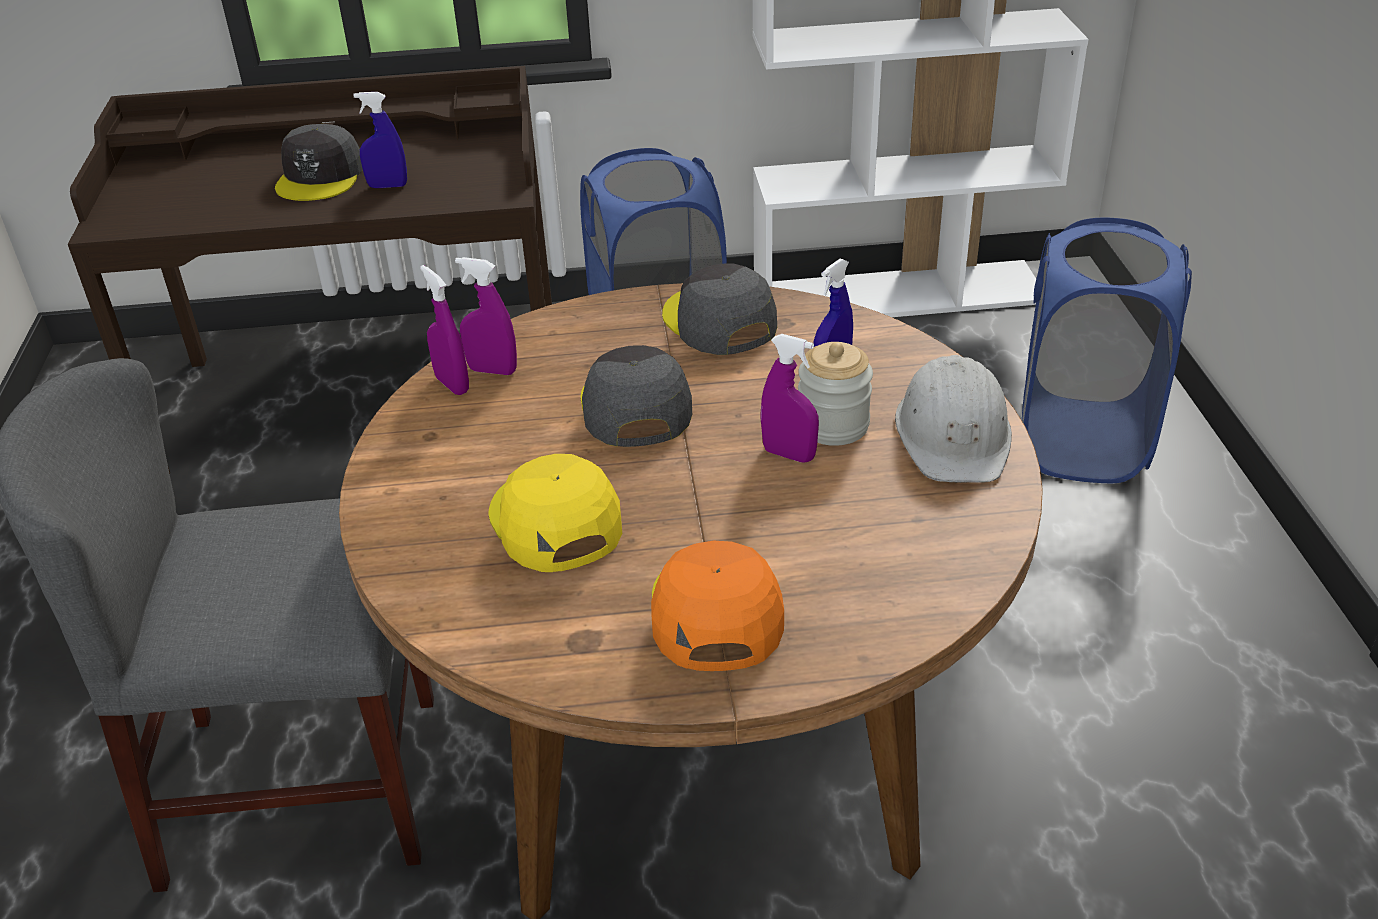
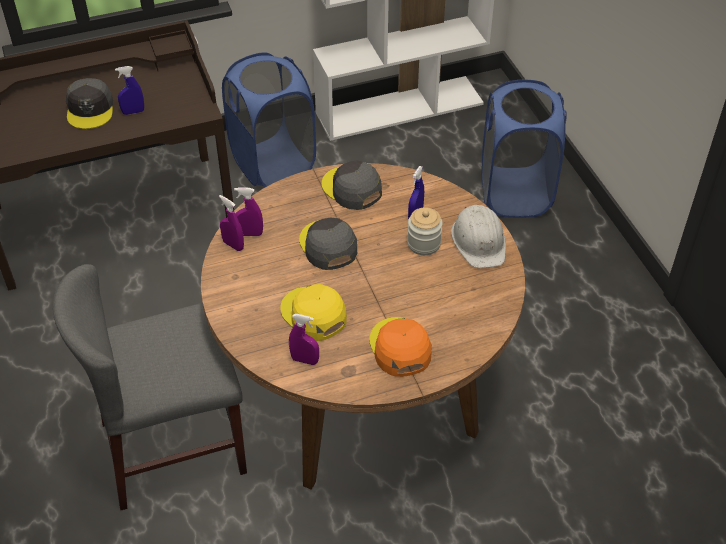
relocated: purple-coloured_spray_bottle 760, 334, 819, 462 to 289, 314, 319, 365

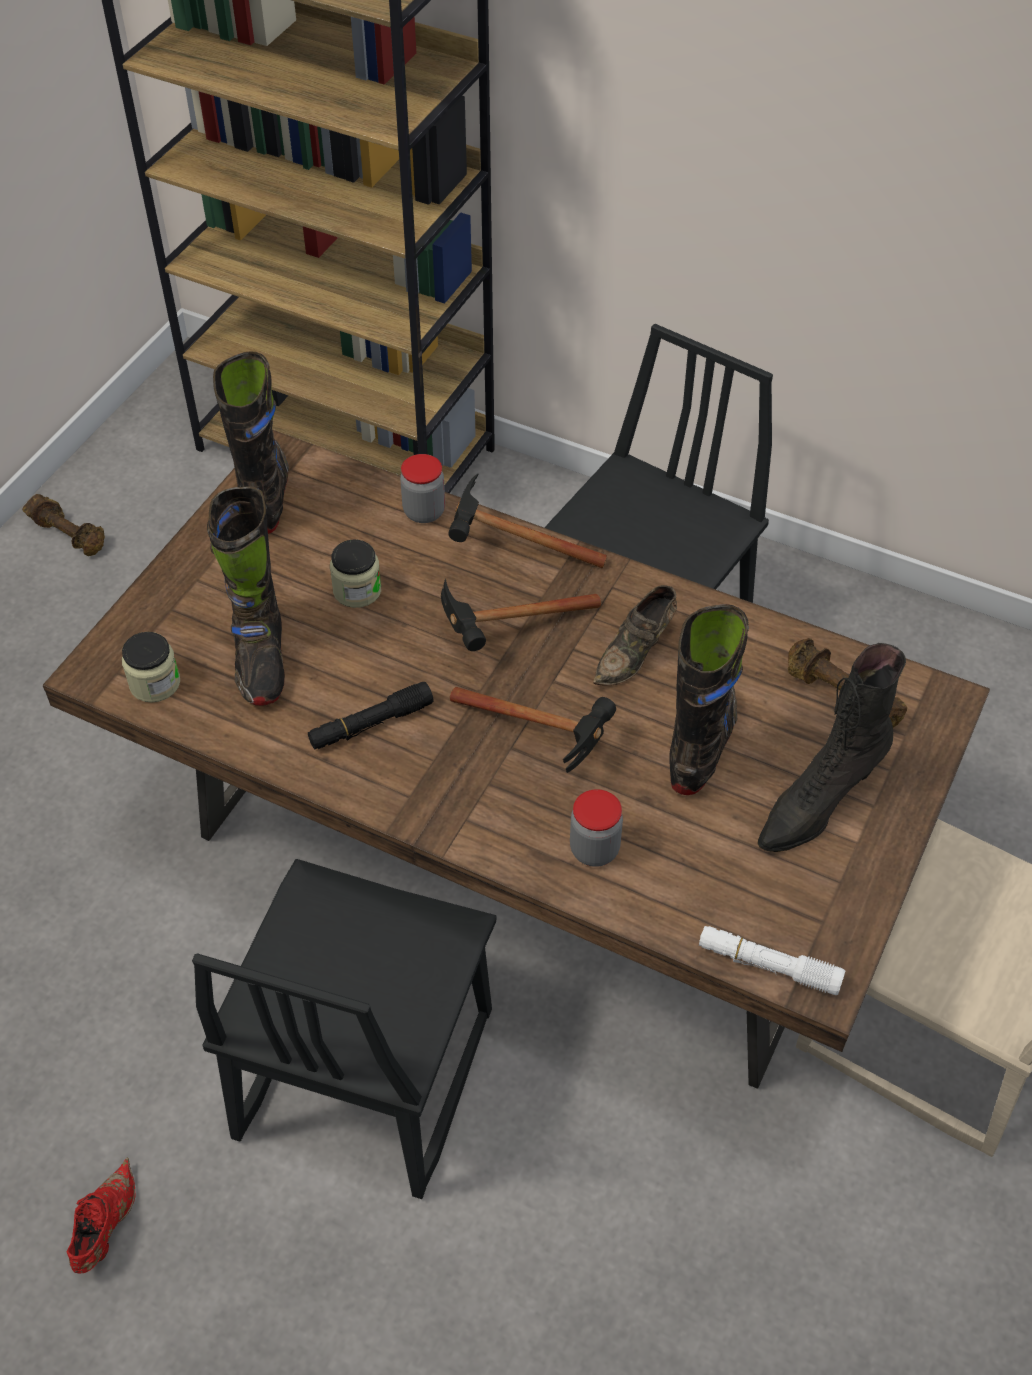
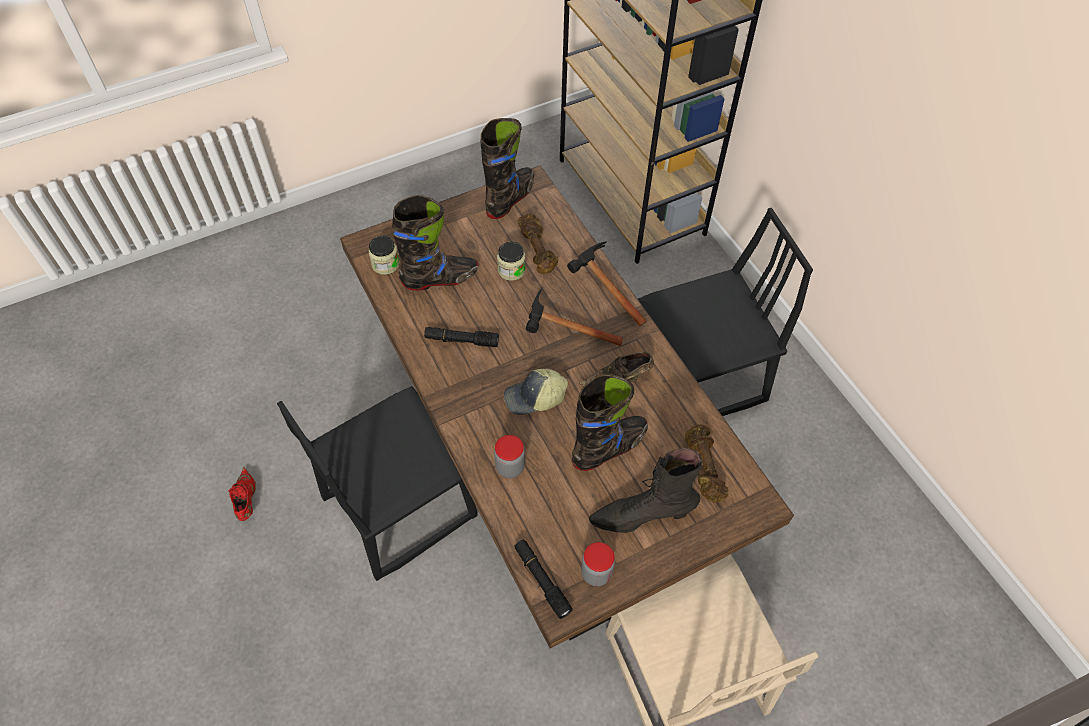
relocated: brown-coloured_free_weight 22, 494, 105, 556 to 518, 214, 558, 274; preserve_jar 400, 454, 445, 523 to 581, 542, 615, 586
exchanged: tool_hammer 450, 687, 616, 773 to baseball_cap 504, 369, 568, 415
colour: white_hand_torch 699, 926, 846, 995 to black-coloured_hand_torch 514, 540, 573, 619
spun: red-coloured_shoe 66, 1158, 135, 1274 = 228, 467, 256, 521 60 degrees counterclockwise; black-coloured_boot 207, 486, 285, 706 = 392, 195, 478, 291 135 degrees counterclockwise

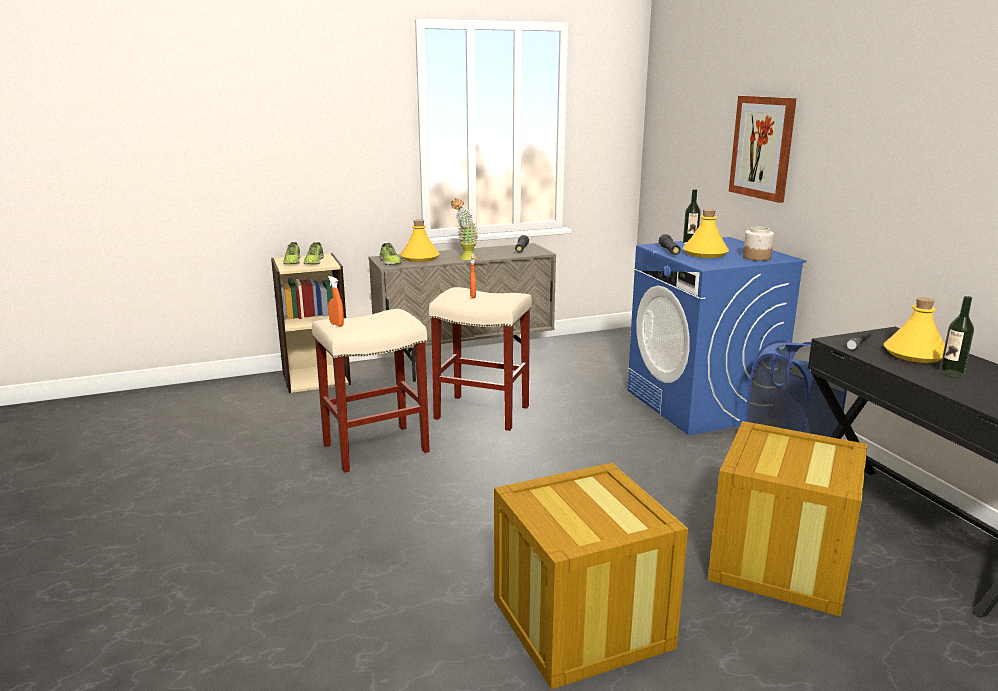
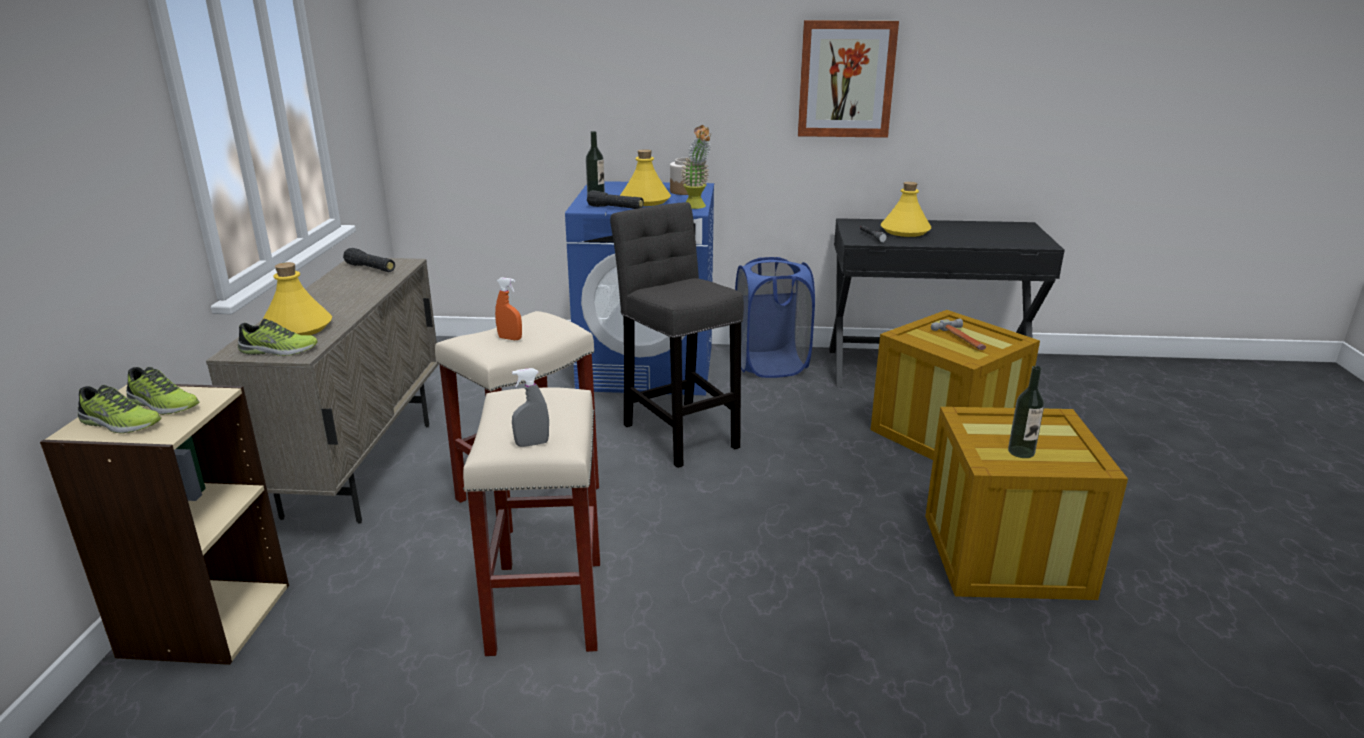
appeared: grey_sitting_stool 610, 202, 744, 468; tool_hammer 931, 319, 986, 350
relocated: potted_plant 451, 198, 478, 260 to 681, 125, 711, 209; wall_art 729, 96, 797, 203 to 798, 20, 899, 138; bottle 940, 296, 974, 378 to 1008, 366, 1044, 458
colour: orangey_spray_bottle 328, 276, 344, 326 to grey_spray_bottle 512, 368, 549, 447

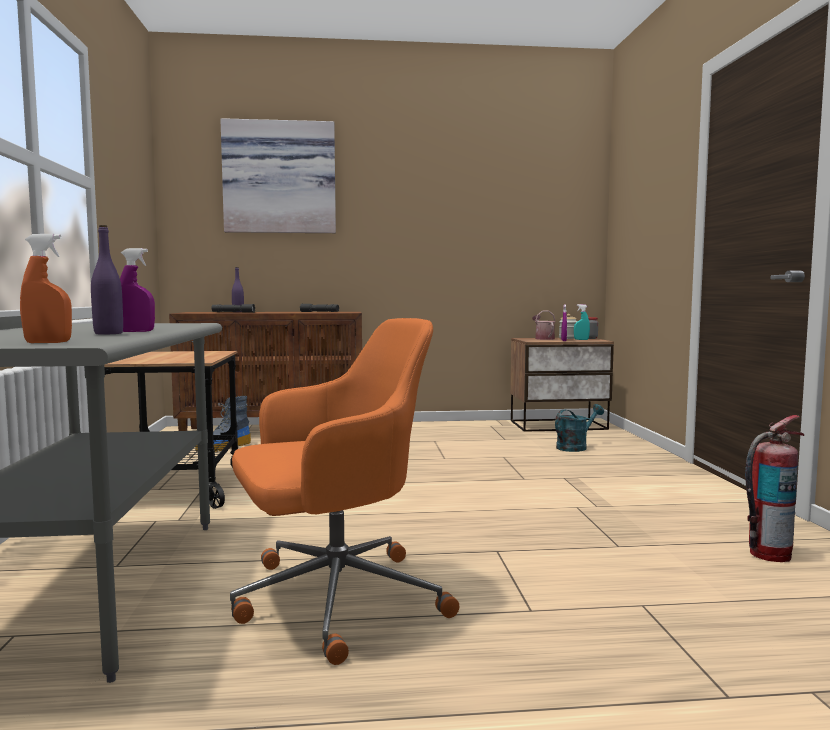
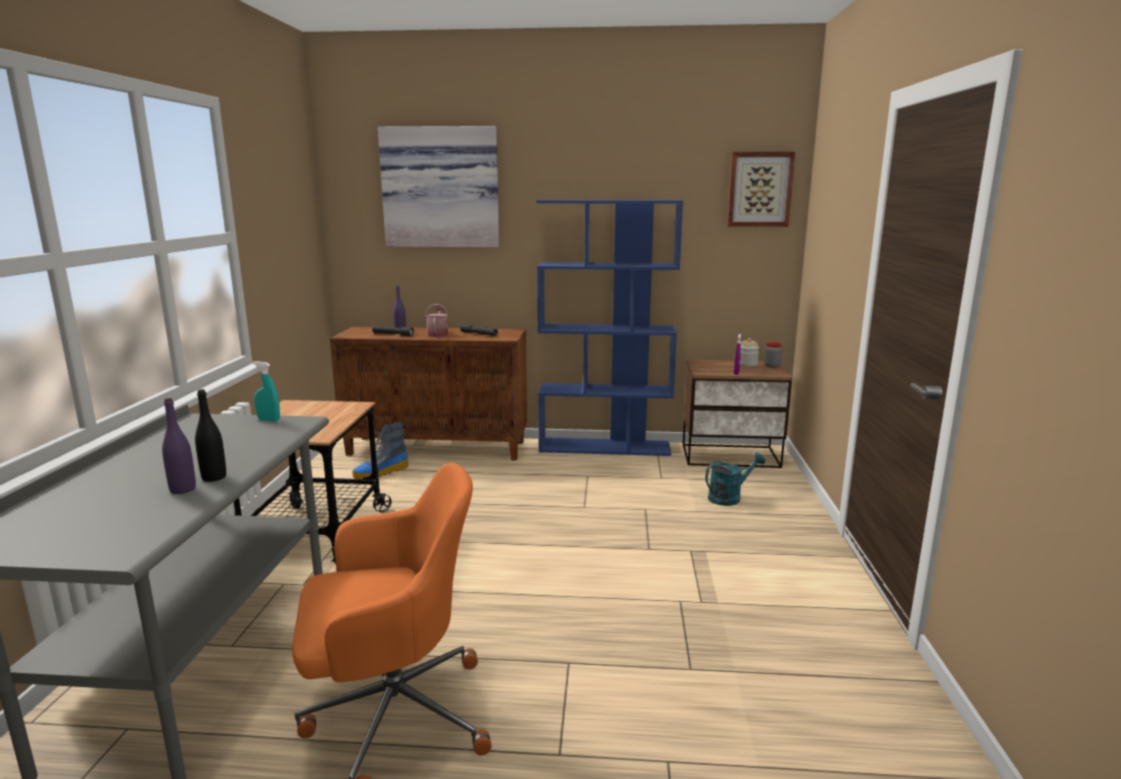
missing: orangey_spray_bottle 20, 234, 72, 343; extinguisher 745, 415, 805, 562
appeared: bluish_bookcase 536, 200, 683, 456; wall_art 727, 152, 795, 227
relocated: turquoise_spray_bottle 574, 304, 590, 340 to 253, 361, 280, 421; sprinkling_can 533, 311, 556, 340 to 425, 304, 449, 337
exchanged: purple-coloured_spray_bottle 120, 248, 155, 332 to black-coloured_bottle 195, 389, 226, 482

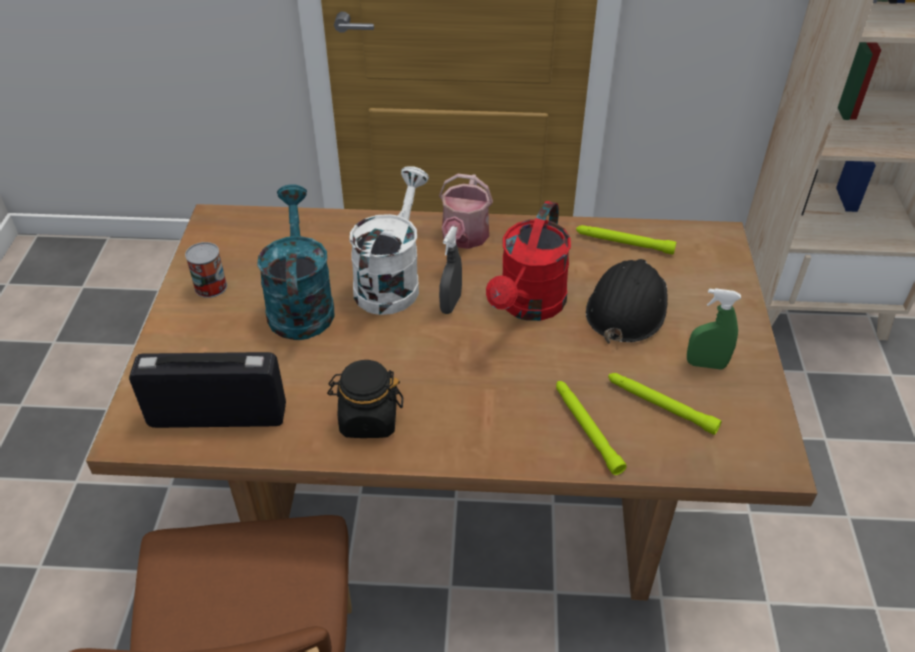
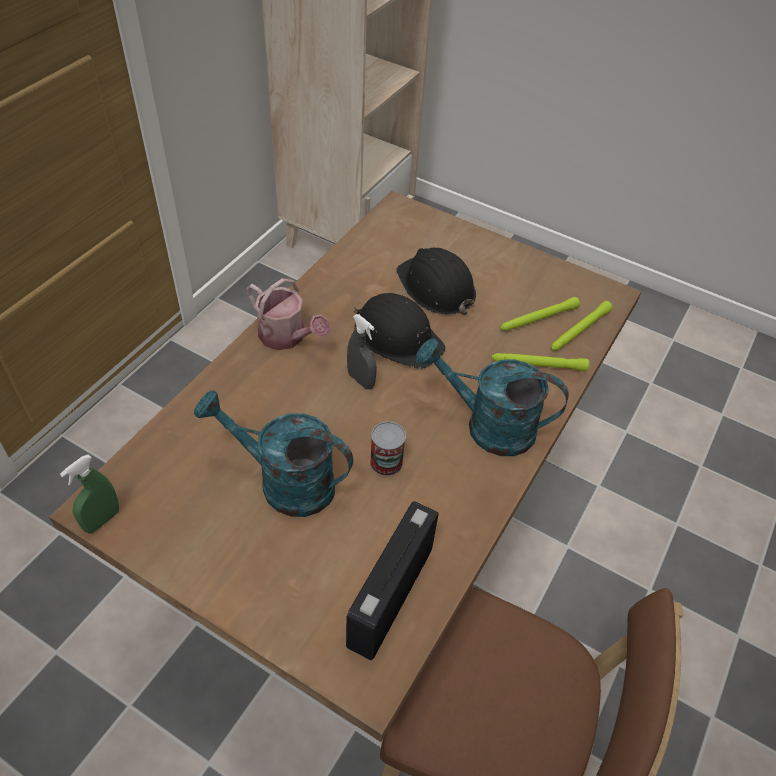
missing: black-coloured_preserve_jar 327, 360, 403, 438; white_sprinkling_can 349, 166, 429, 315
appeared: turquoise_sprinkling_can 416, 338, 569, 456
relocated: greenish_spray_bottle 687, 288, 741, 370 to 60, 454, 119, 533; metal_can 185, 242, 227, 298 to 370, 422, 406, 476; greenish_hand_torch 576, 225, 676, 255 to 551, 301, 612, 351
exchanged: red-coloured_sprinkling_can 486, 201, 571, 321 to black-coloured_safety_helmet 354, 293, 446, 369

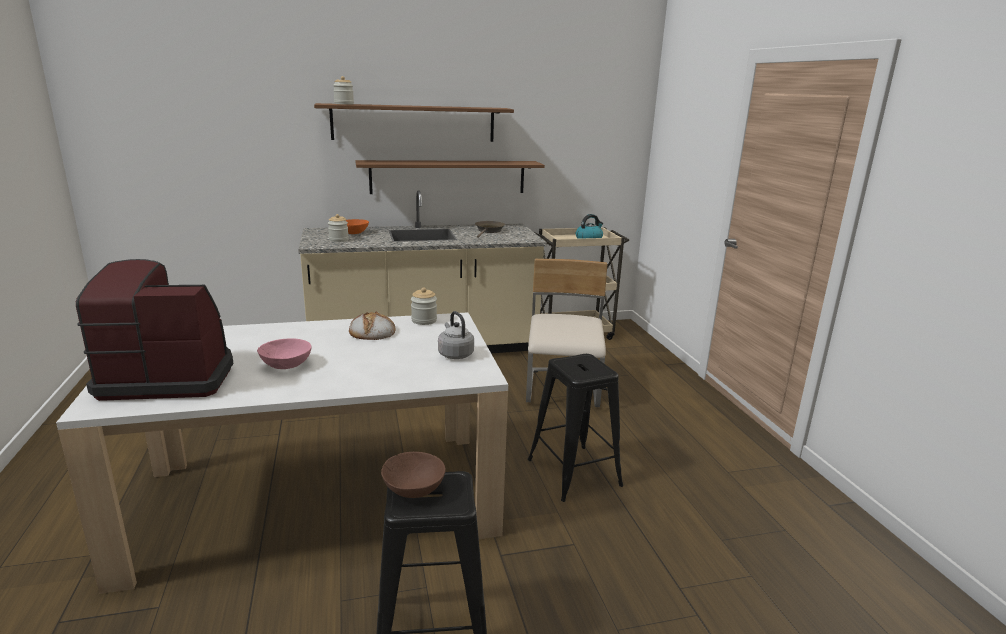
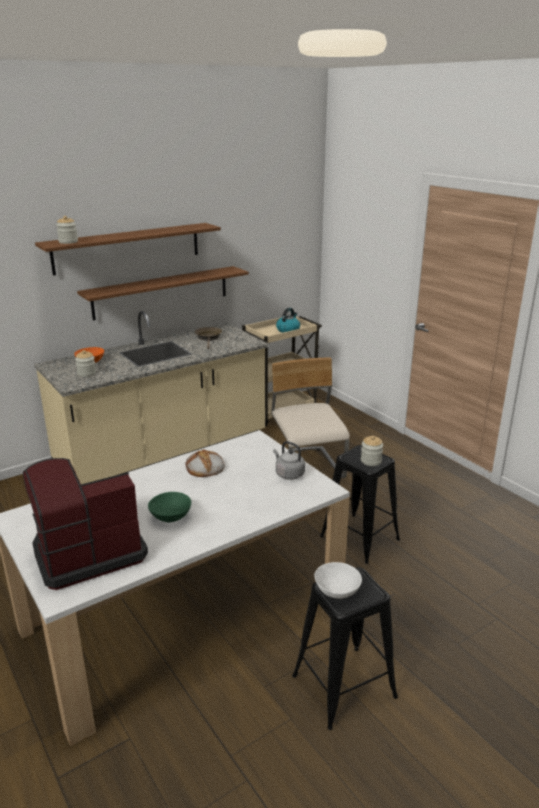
relocated: preserve_jar 411, 287, 437, 325 to 361, 436, 383, 466
colour: pink_serving_bowl 257, 338, 312, 369 to greenish_serving_bowl 148, 492, 191, 522; brown-coloured_serving_bowl 381, 452, 446, 498 to white_serving_bowl 314, 562, 362, 599

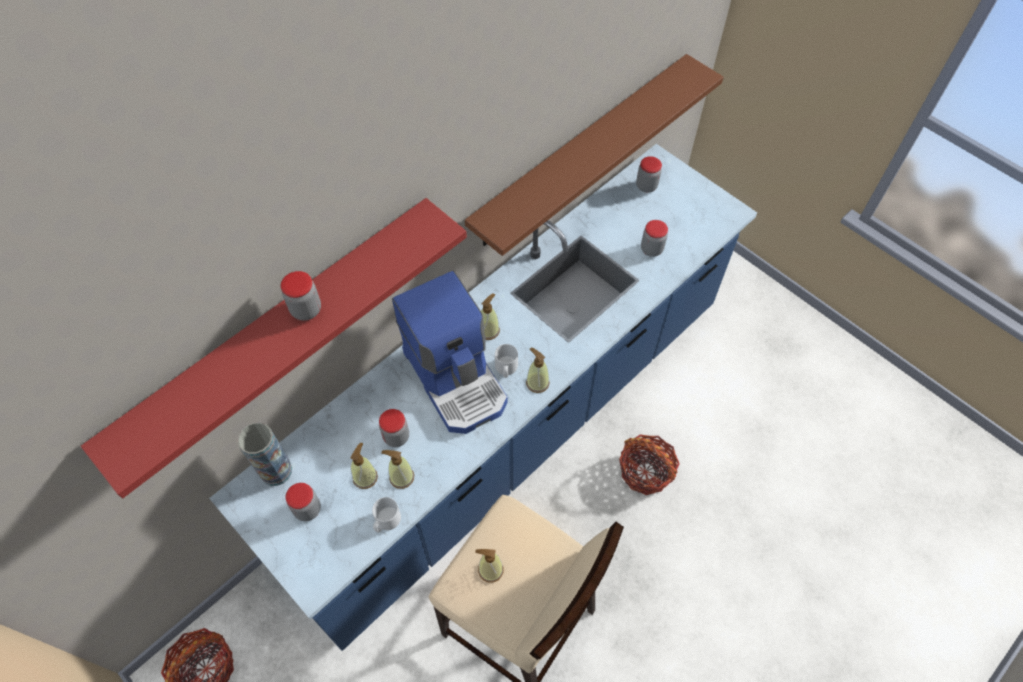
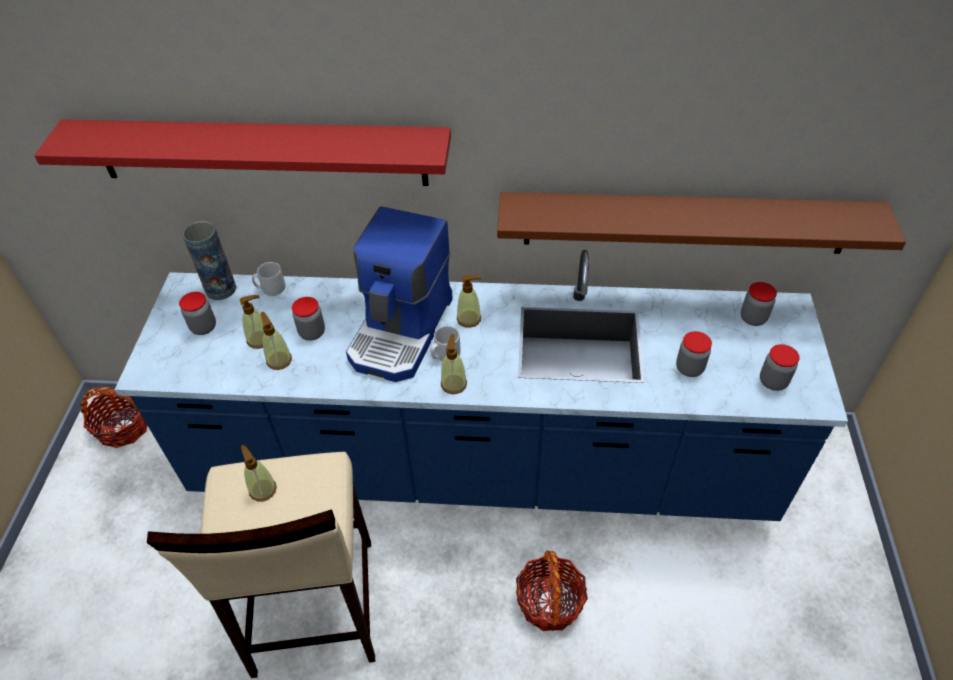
relocated: grey_mug 372, 497, 401, 533 to 252, 262, 286, 296; preserve_jar 281, 271, 321, 321 to 760, 344, 800, 391

